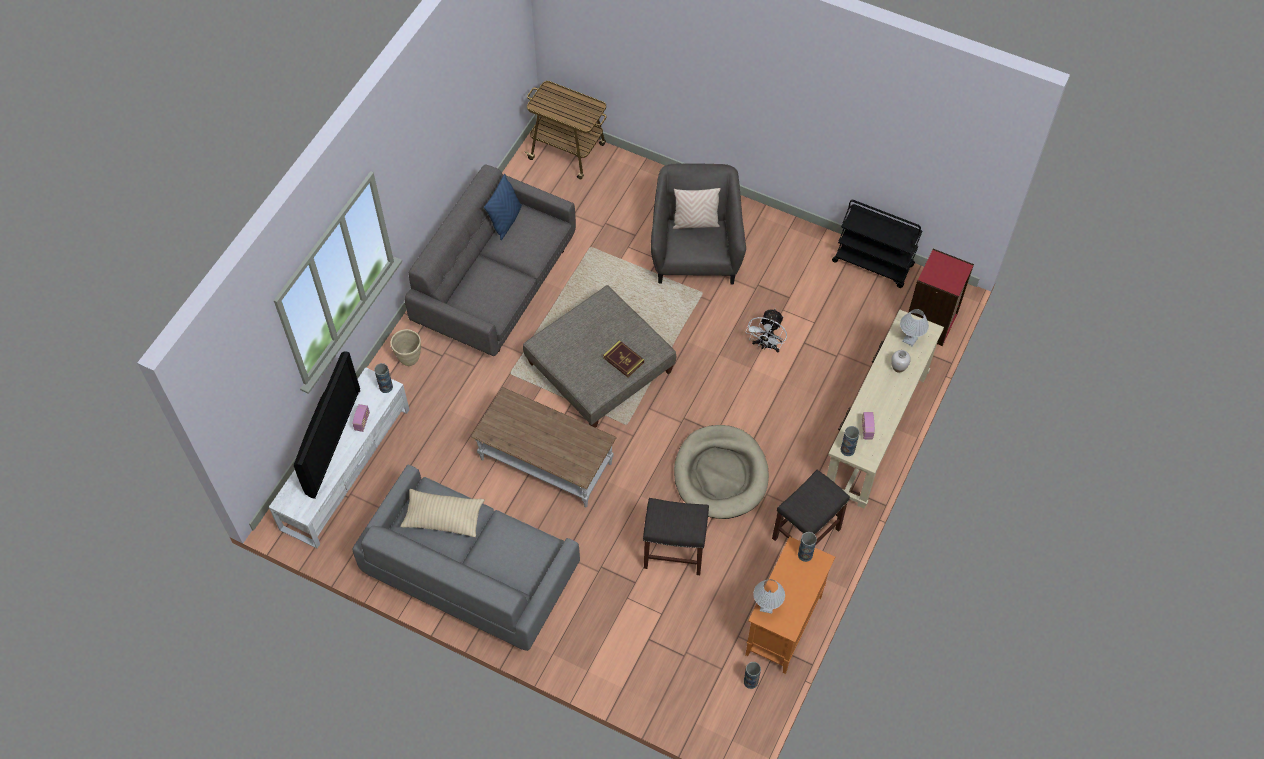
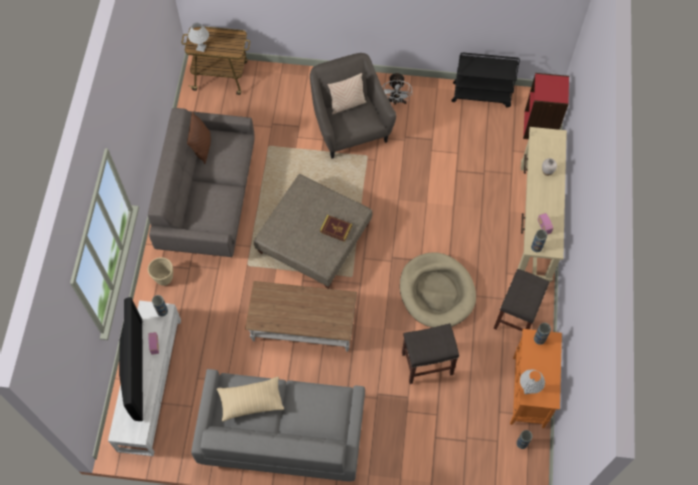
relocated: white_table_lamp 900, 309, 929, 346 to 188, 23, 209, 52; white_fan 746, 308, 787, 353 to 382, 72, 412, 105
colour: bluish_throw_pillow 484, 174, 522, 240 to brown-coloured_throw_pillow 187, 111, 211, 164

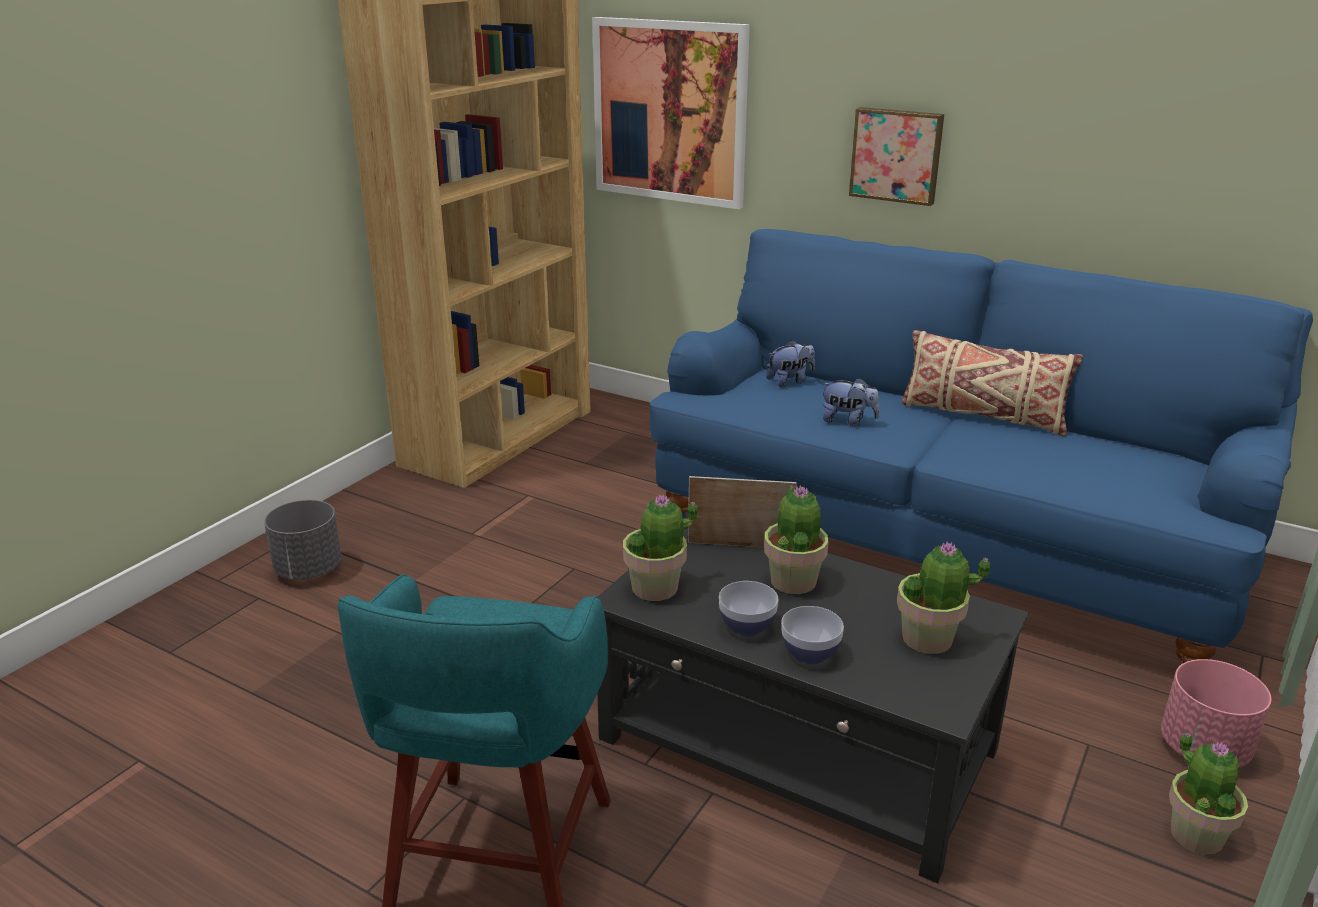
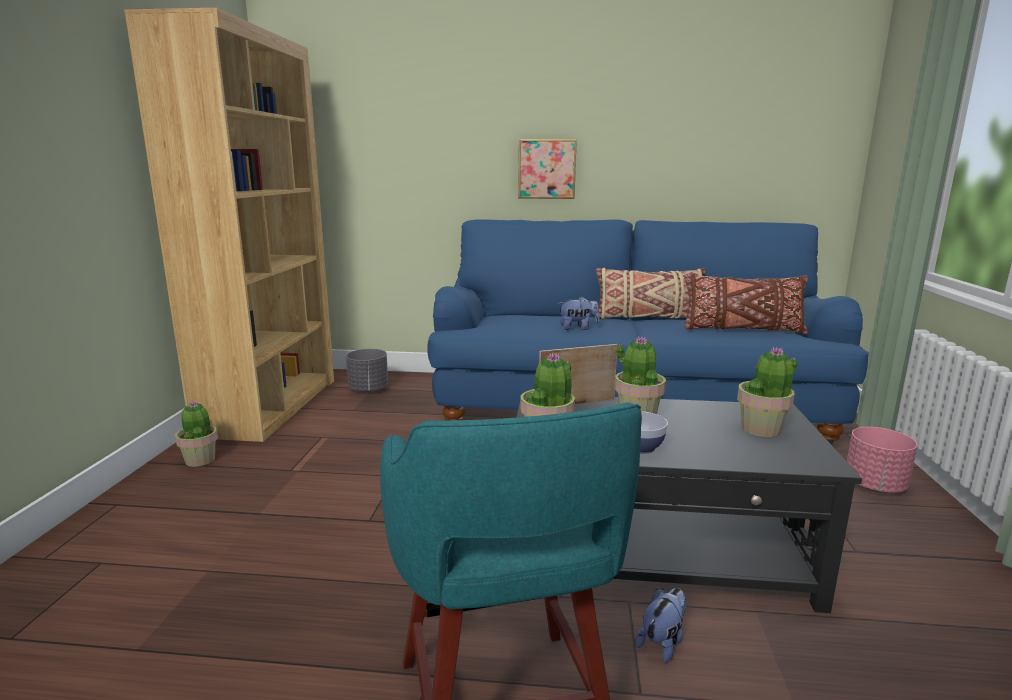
missing: wall_art 592, 17, 750, 209; serving_bowl 781, 606, 844, 664
appeared: brown-coloured_throw_pillow 684, 274, 808, 334
relocated: potted_plant 1169, 733, 1248, 855 to 175, 401, 218, 467; grey_flower_pot 264, 500, 342, 580 to 346, 349, 388, 393; cuddly_toy 766, 340, 815, 387 to 635, 588, 686, 663

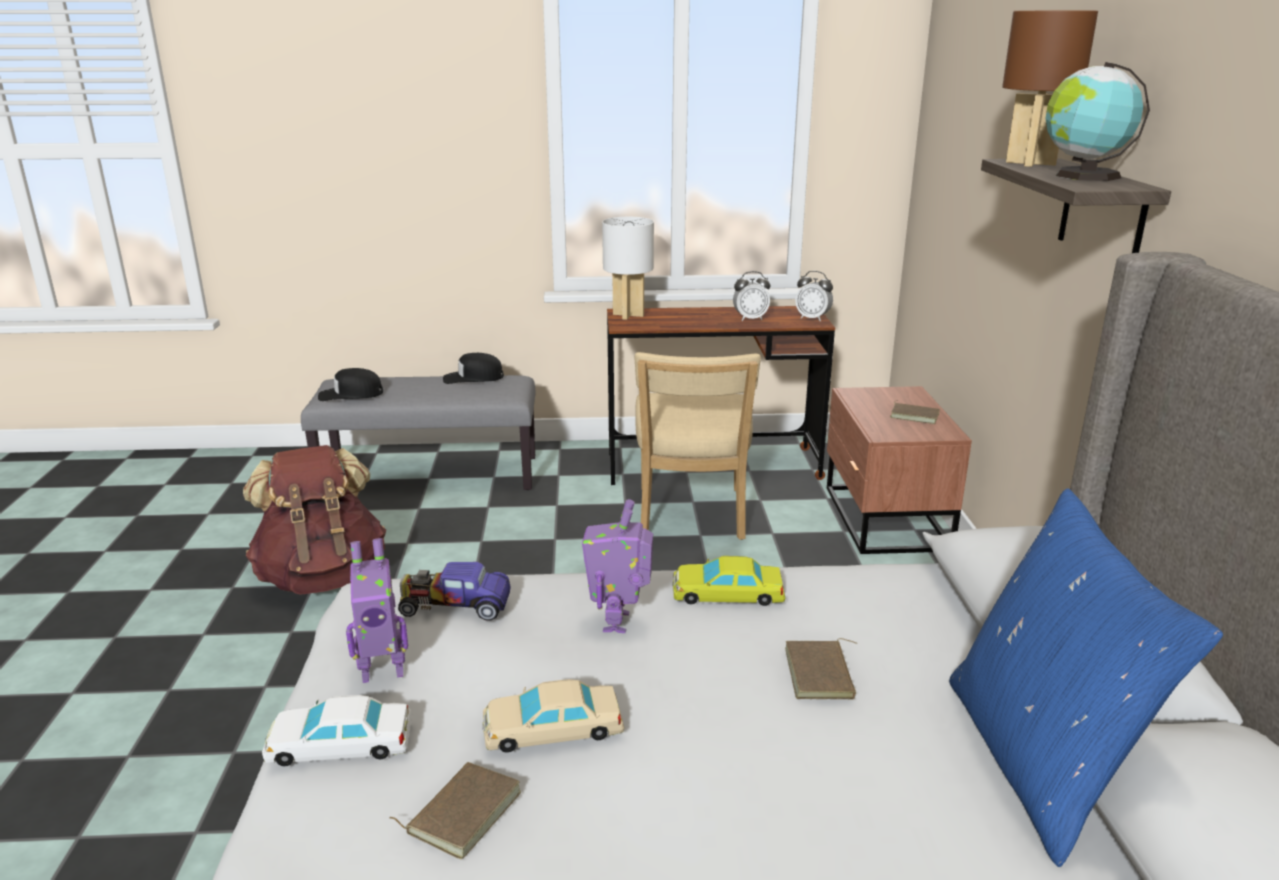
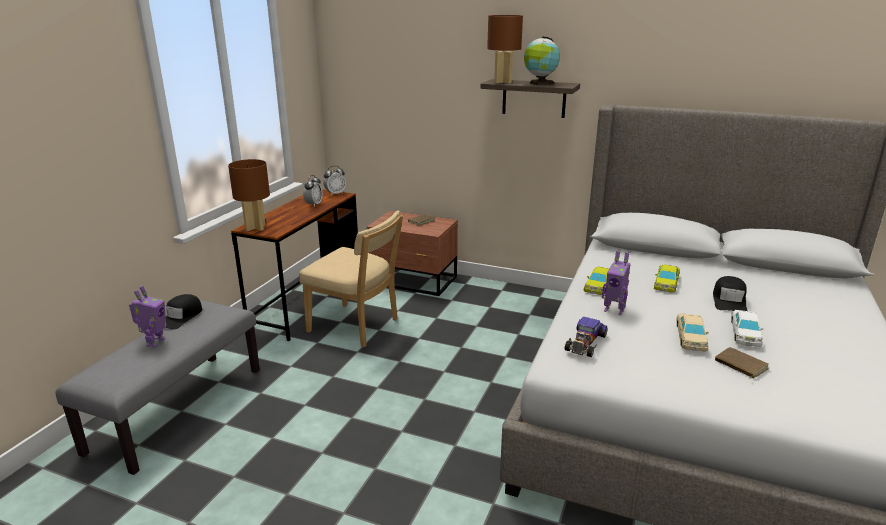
missing: brown-coloured_rucksack 243, 445, 386, 595; bluish_throw_pillow 949, 488, 1223, 867
relocated: toy_robot 346, 538, 408, 683 to 129, 286, 166, 347; black-coloured_baseball_cap 318, 368, 383, 401 to 713, 276, 748, 311; white_model_car 262, 695, 413, 766 to 731, 310, 763, 347
exchanged: brown-coloured_bound_book 785, 638, 857, 699 to yellow_model_car 654, 264, 680, 293
colour: white_table_lamp 602, 217, 654, 320 to brown-coloured_table_lamp 228, 159, 270, 231

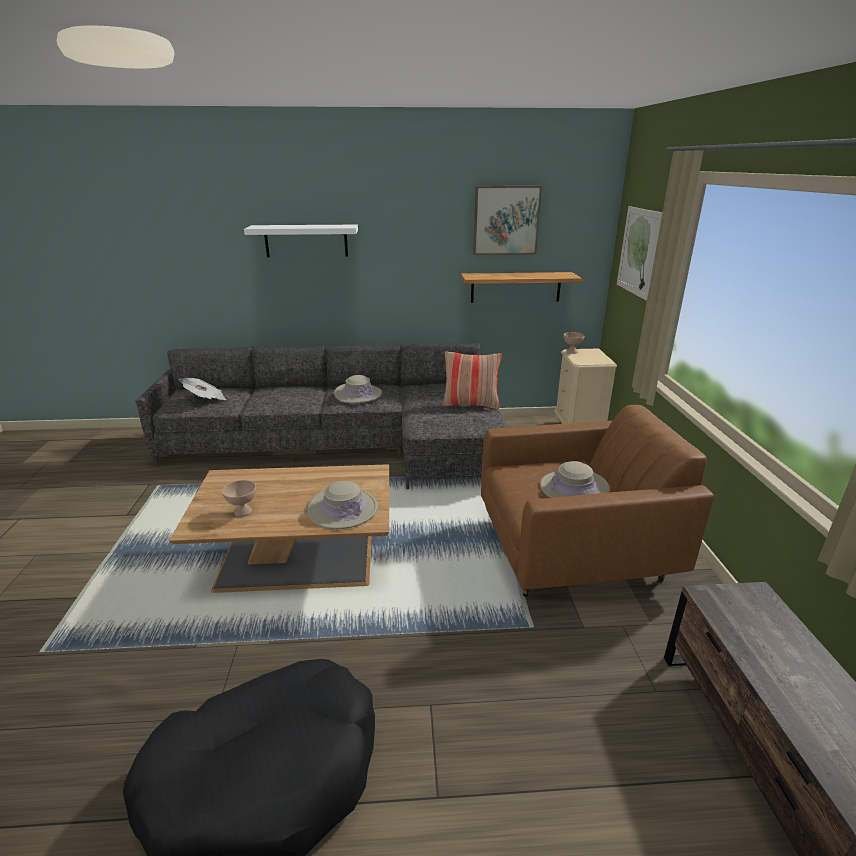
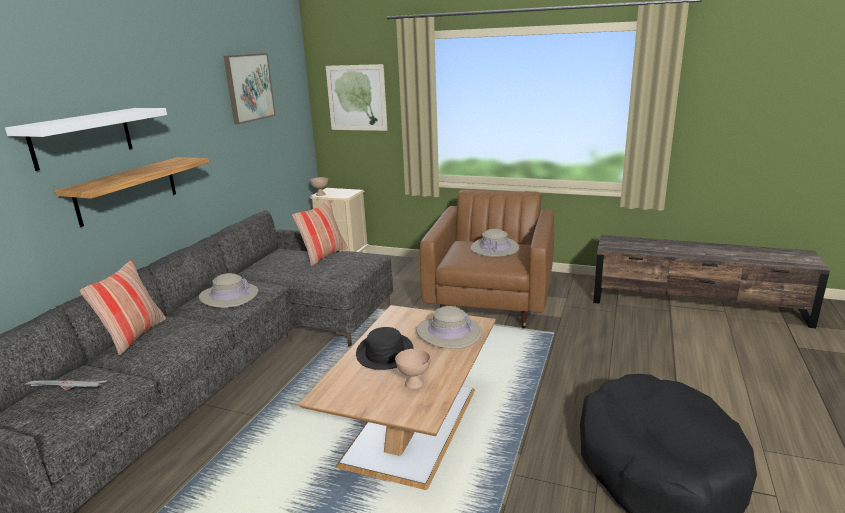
appeared: throw_pillow 80, 260, 166, 355; black-coloured_hat 356, 327, 414, 370
relocated: wall_shelf 461, 272, 582, 303 to 55, 157, 209, 227

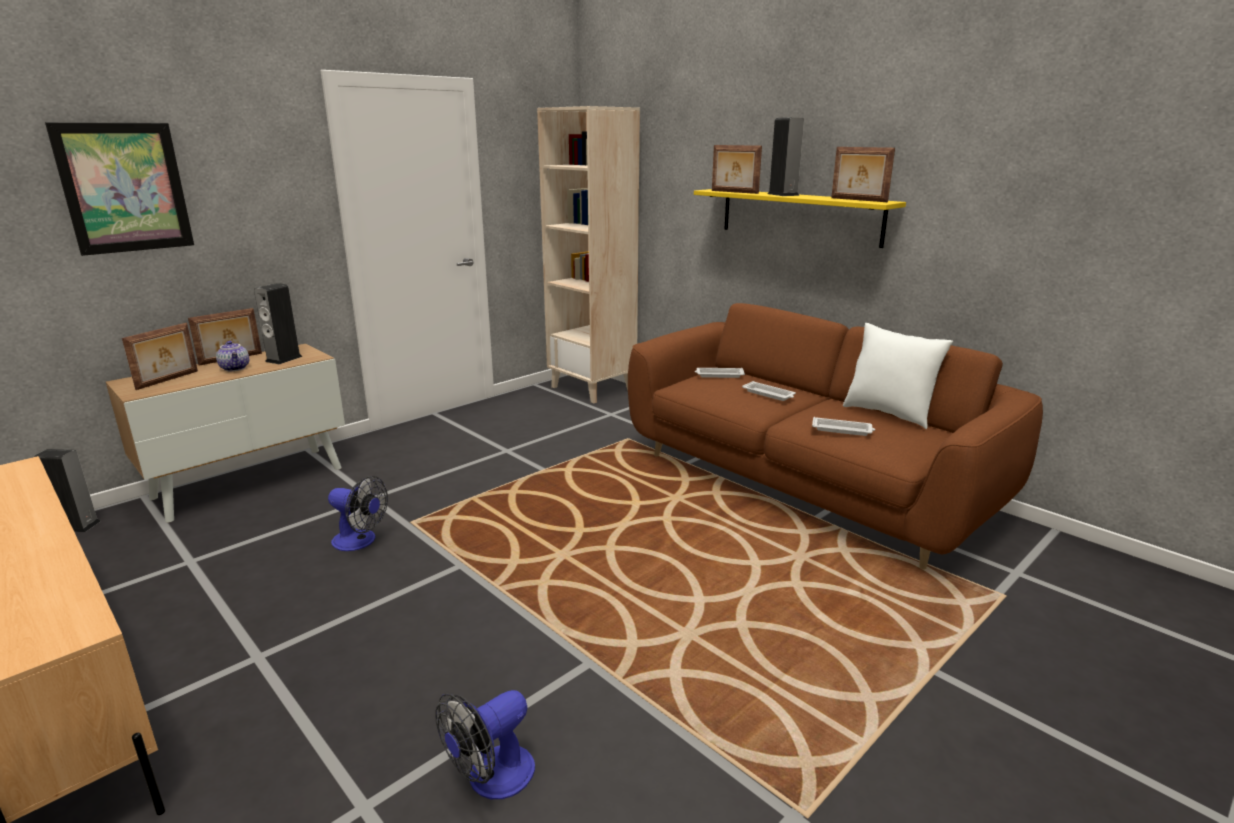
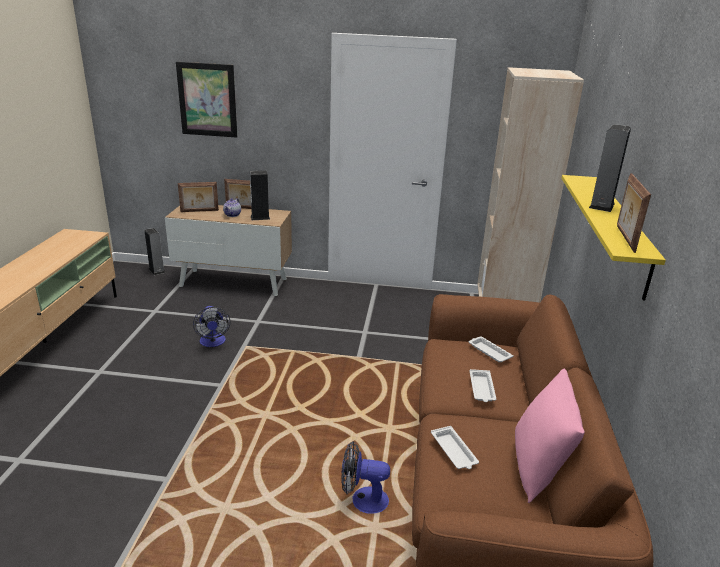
missing: picture_frame 712, 145, 762, 194
relocated: fan 435, 690, 535, 799 to 341, 441, 390, 514
colour: white_throw_pillow 843, 323, 953, 429 to pink_throw_pillow 515, 369, 585, 503

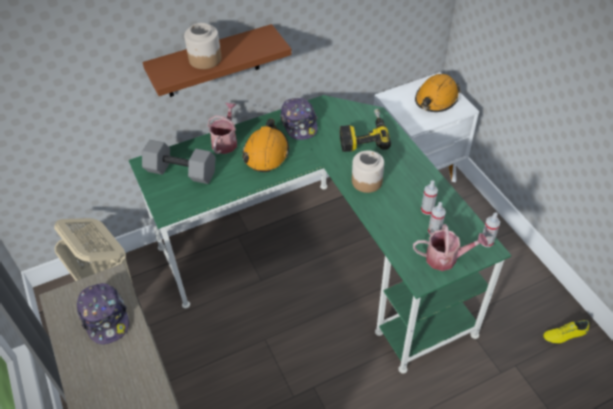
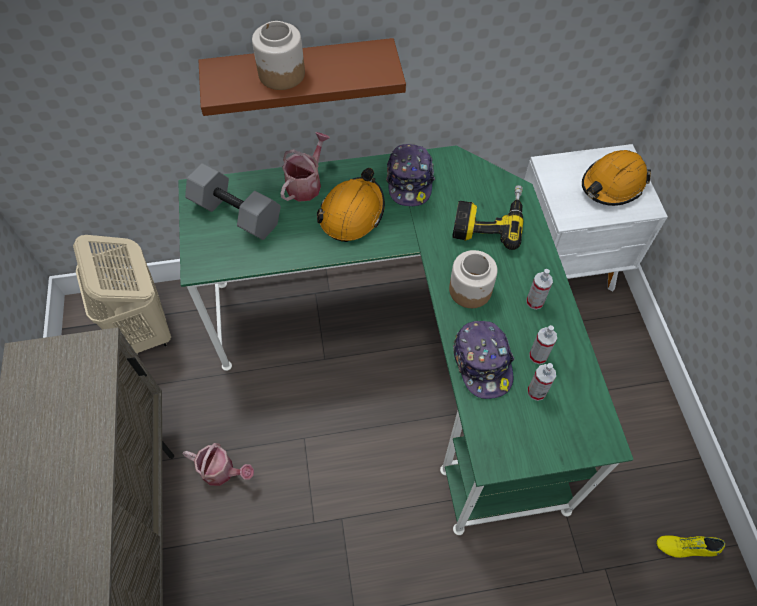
relocated: sprinkling_can 413, 224, 488, 271 to 182, 443, 254, 486; baseball_cap 77, 283, 129, 344 to 453, 321, 514, 399; spray_bottle 482, 212, 500, 247 to 526, 269, 553, 310

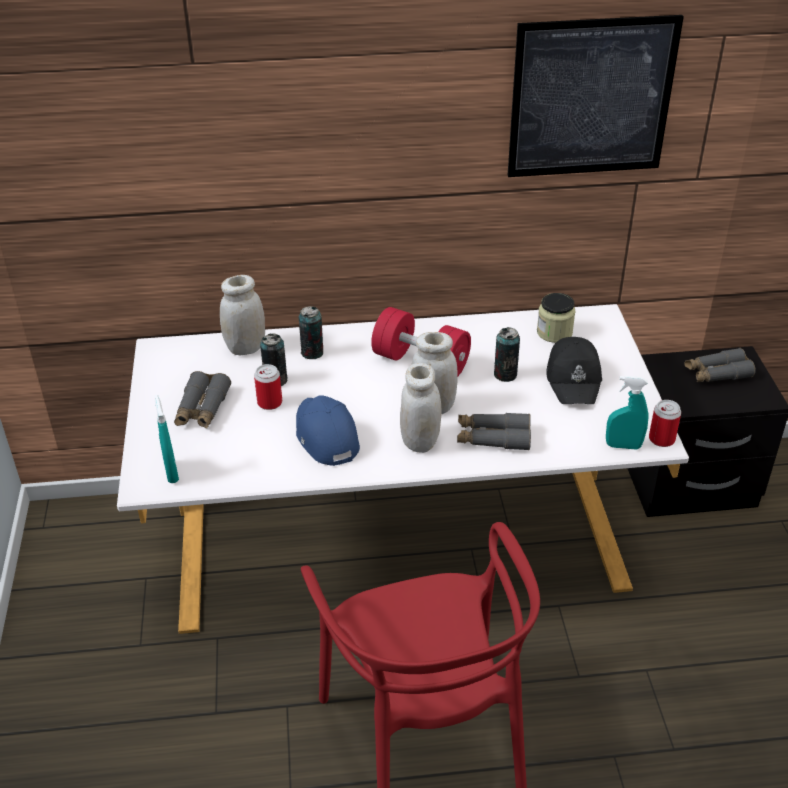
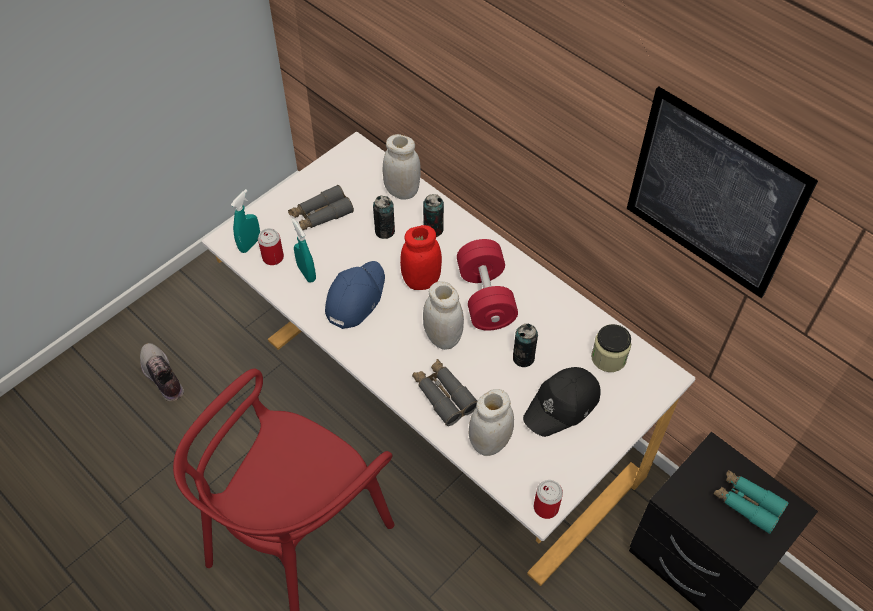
appeared: shoe 140, 343, 184, 402; red-coloured_preserve_jar 400, 225, 442, 290
relocated: metal_can 254, 364, 282, 410 to 258, 228, 284, 265; turquoise_spray_bottle 606, 376, 648, 450 to 292, 219, 316, 282; white_preserve_jar 400, 363, 442, 453 to 469, 389, 514, 456
colour: grey_field_glasses 685, 348, 756, 382 to turquoise_field_glasses 713, 470, 788, 534

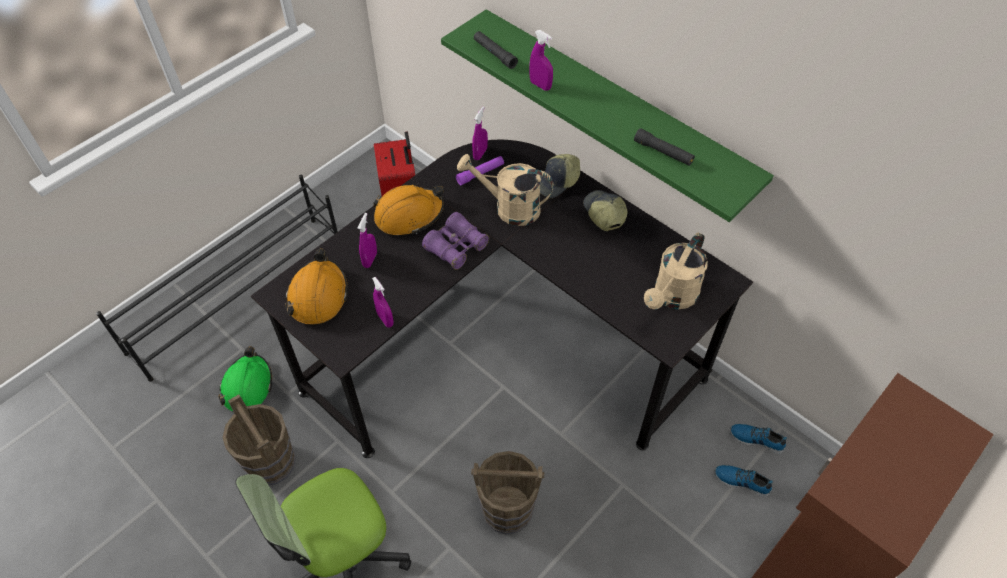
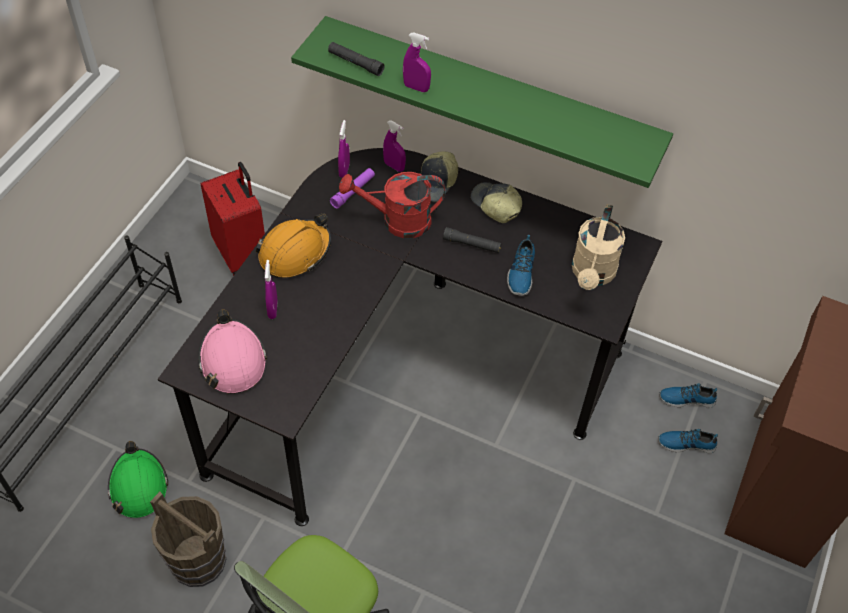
missing: purple-coloured_field_glasses 422, 212, 489, 270; brown-coloured_pail 471, 451, 544, 534
appeared: shoe 507, 235, 535, 296
relocated: purple-coloured_spray_bottle 372, 277, 394, 328 to 383, 120, 406, 172; black-coloured_hand_torch 634, 128, 695, 166 to 443, 227, 501, 253
colour: orangey_safety_helmet 285, 249, 348, 325 to pink_safety_helmet 198, 309, 267, 394; sand-coloured_sprinkling_can 457, 154, 554, 226 to red-coloured_sprinkling_can 339, 172, 445, 238

